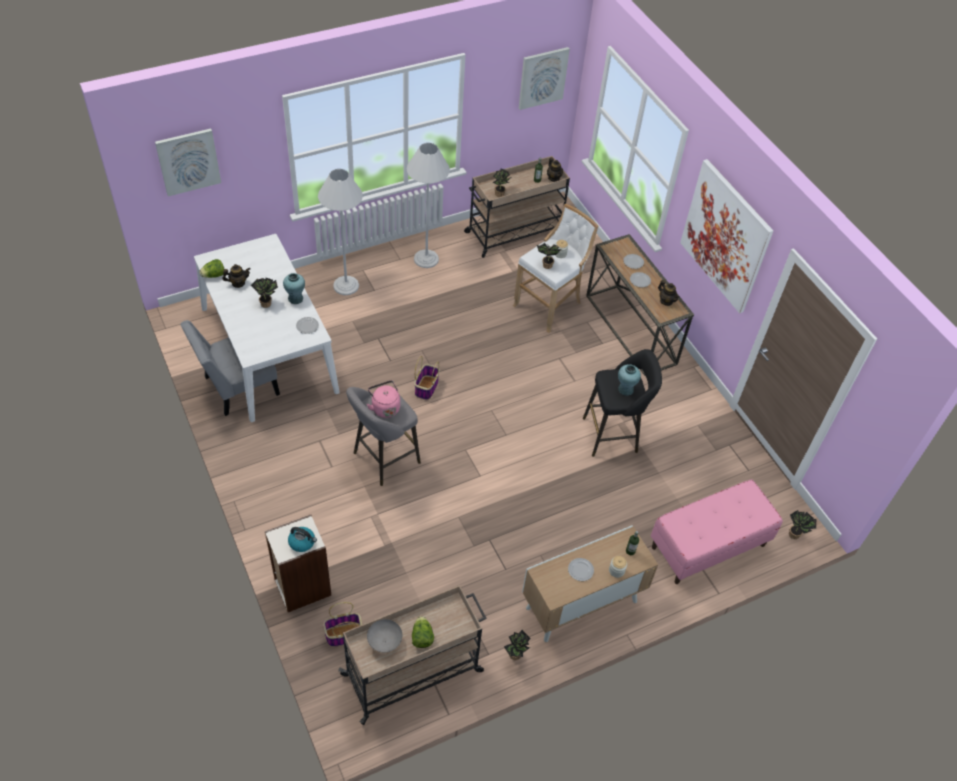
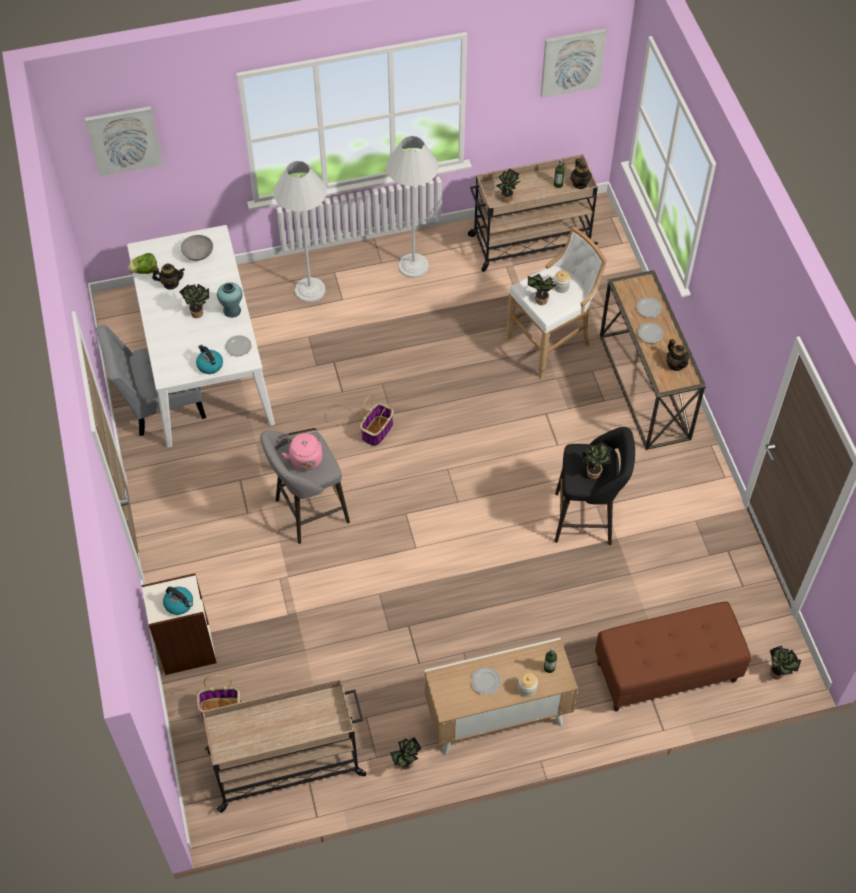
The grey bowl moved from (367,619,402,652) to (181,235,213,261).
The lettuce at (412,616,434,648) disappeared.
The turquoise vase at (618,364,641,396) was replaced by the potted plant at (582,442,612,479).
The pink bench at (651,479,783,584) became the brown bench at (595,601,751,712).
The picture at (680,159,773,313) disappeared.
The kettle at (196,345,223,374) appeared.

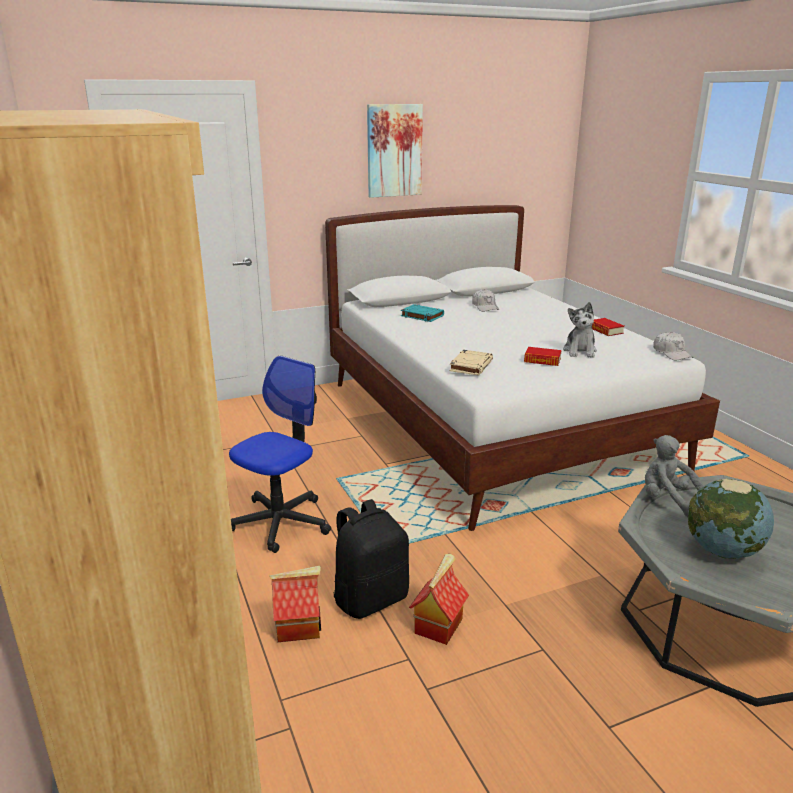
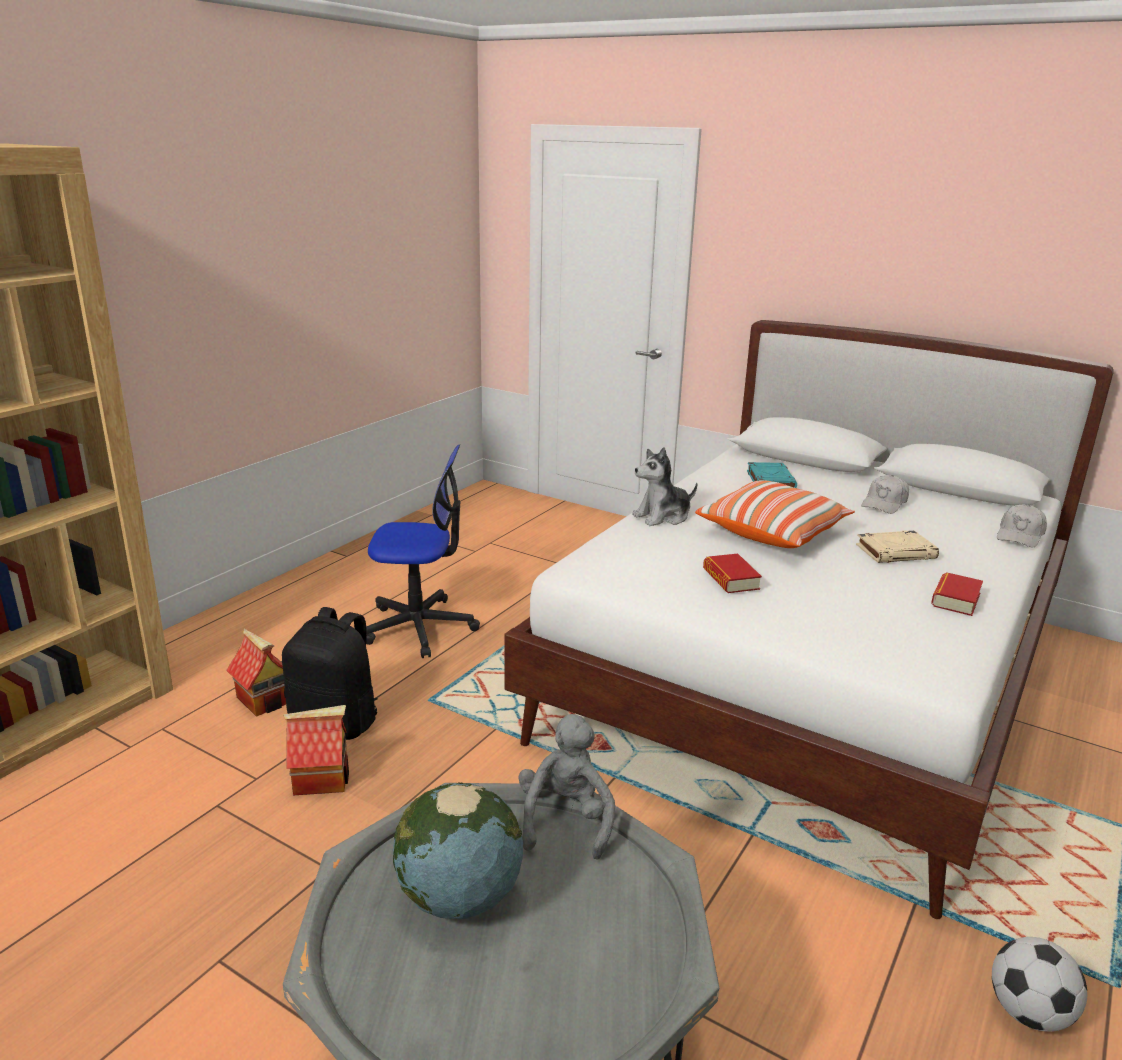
The picture at (367,104,423,198) disappeared.
The beige book moved from (449,350,493,375) to (856,530,939,563).
The plush toy moved from (563,302,597,358) to (632,447,697,526).
The white cap moved from (653,332,693,361) to (997,505,1047,548).
The pillow at (695,480,855,548) appeared.
The football at (992,937,1087,1032) appeared.

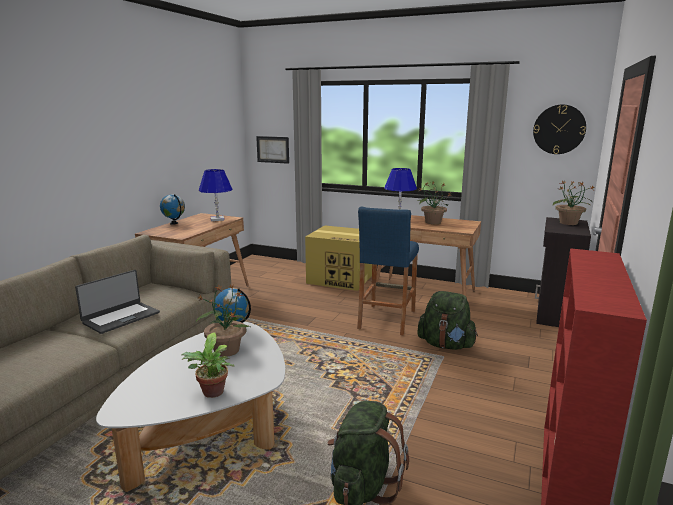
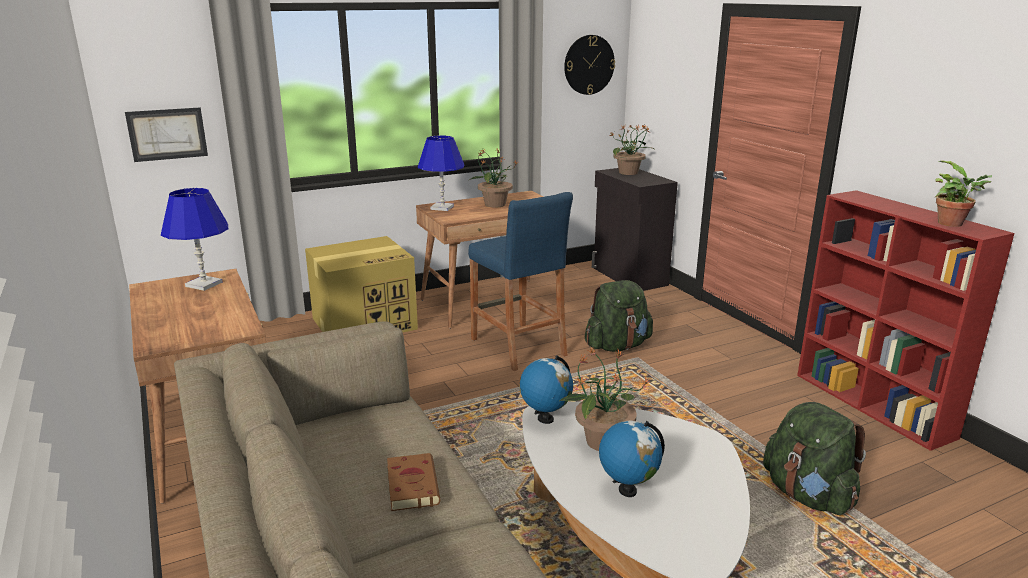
The laptop at (75,270,160,334) was replaced by the brown book at (387,453,440,511).
The globe moved from (160,194,185,225) to (599,421,665,497).
The potted plant moved from (181,332,234,398) to (935,160,992,227).

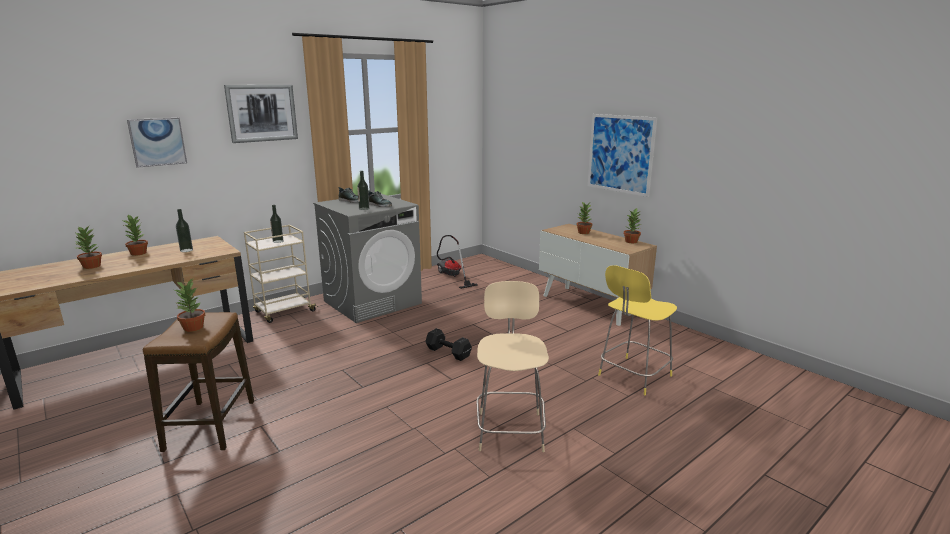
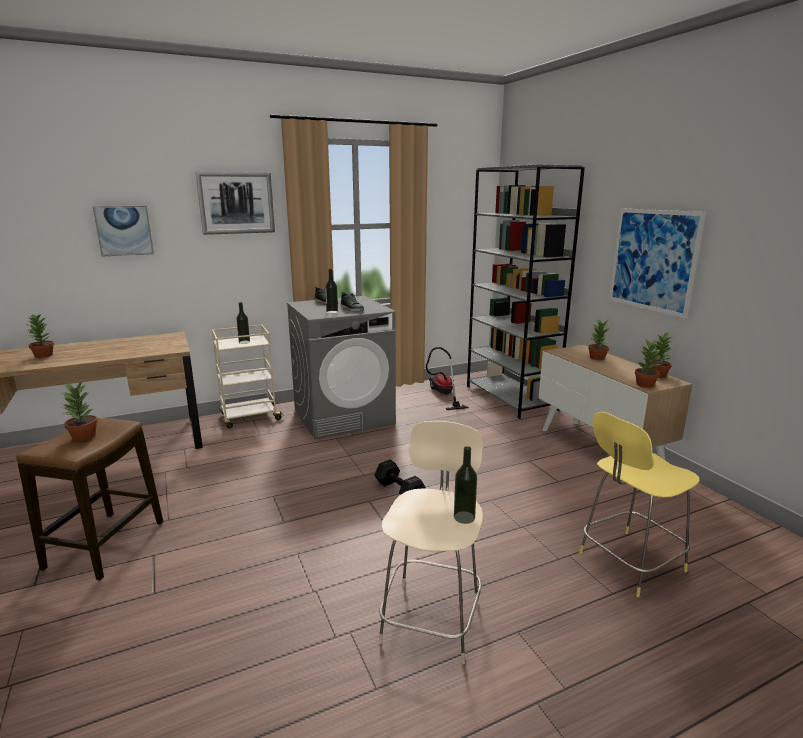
The potted plant moved from (123,214,148,256) to (635,338,661,388).
The bottle moved from (176,209,193,252) to (454,446,477,524).
The grey bookcase at (467,164,585,419) appeared.

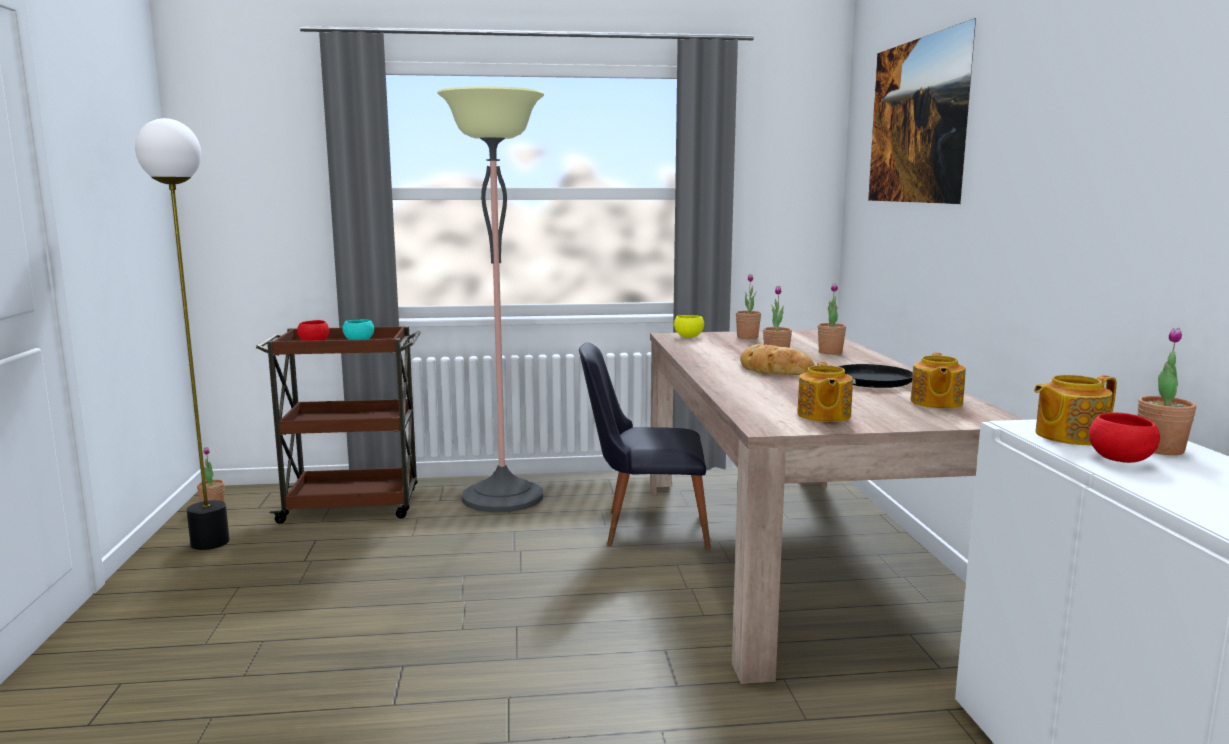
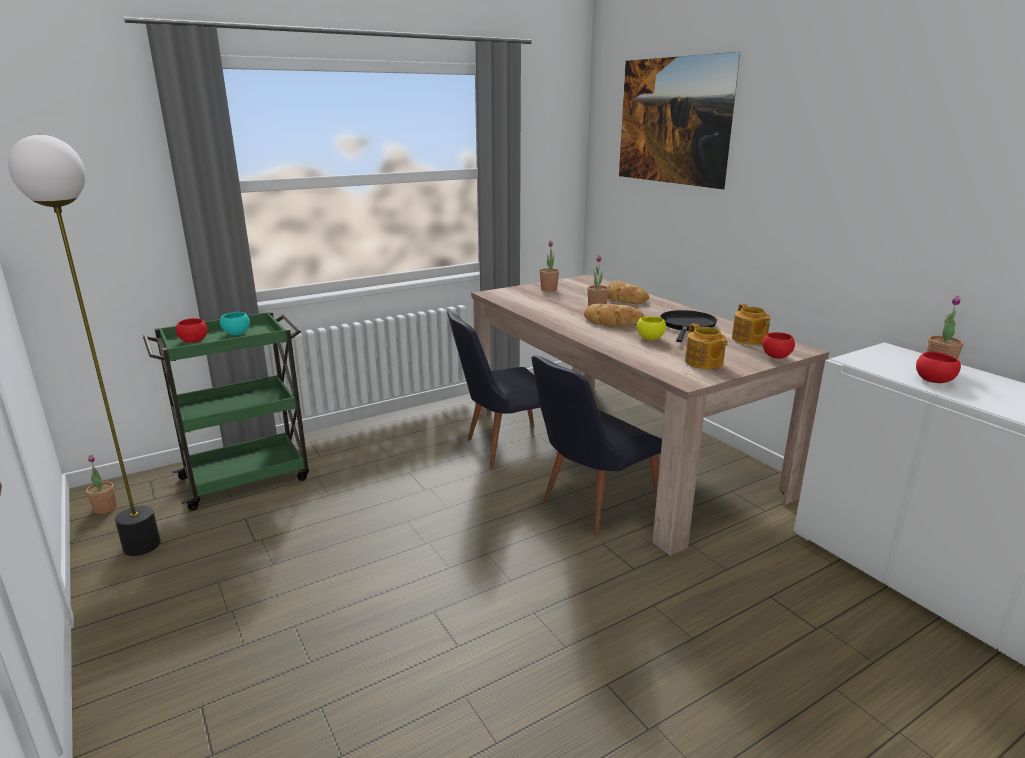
The brown cart at (256,326,421,524) became the green cart at (143,311,309,511).
The floor lamp at (437,86,544,513) disappeared.
The yellow bowl moved from (674,315,704,338) to (637,316,666,340).
The potted plant at (818,283,846,355) was replaced by the bread at (607,281,649,304).
The teapot at (1034,375,1117,445) disappeared.
The black chair at (531,355,662,537) appeared.
The red bowl at (762,332,795,359) appeared.

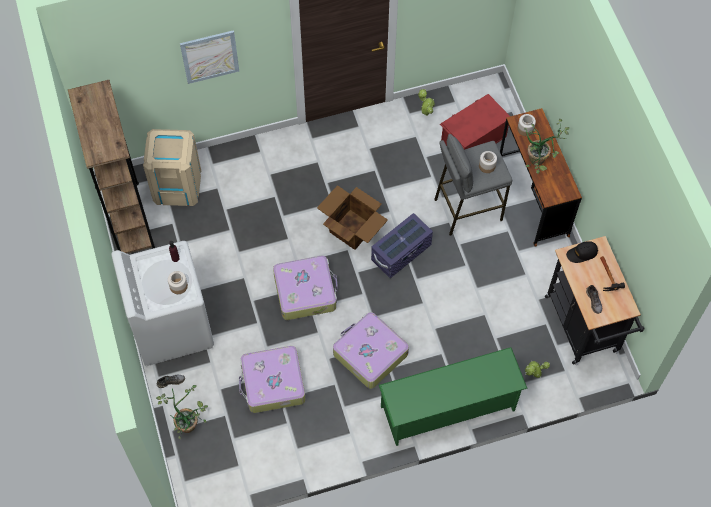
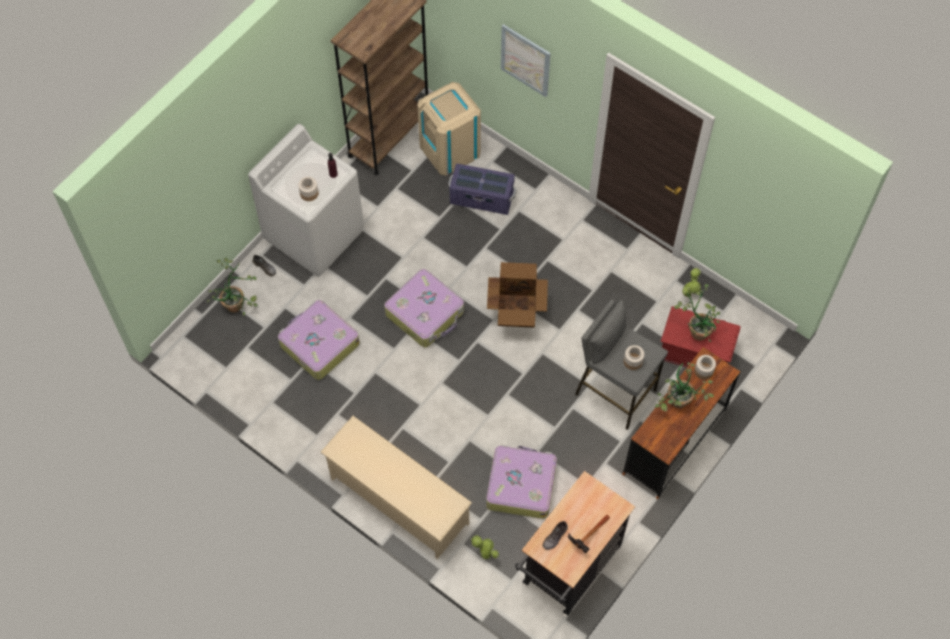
The suitcase moved from (333,312,409,389) to (486,445,557,519).
The purple storage box moved from (371,213,433,278) to (448,163,516,215).
The green shoe rack at (379,347,527,446) became the beige shoe rack at (320,416,472,559).
The black cap at (566,241,598,263) disappeared.
The potted plant at (674,284,721,342) appeared.

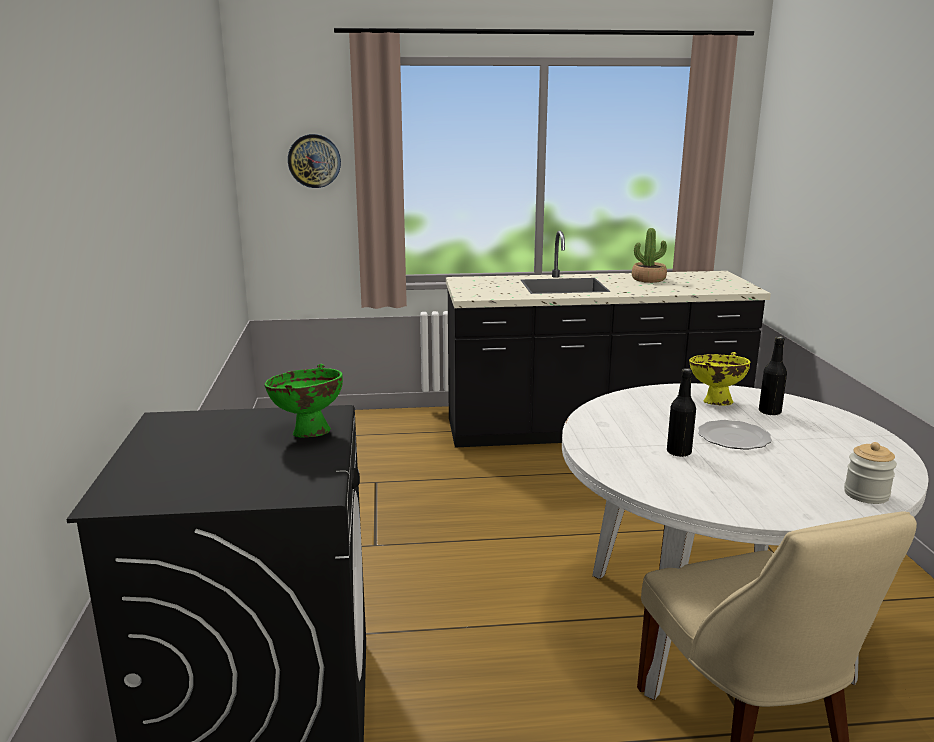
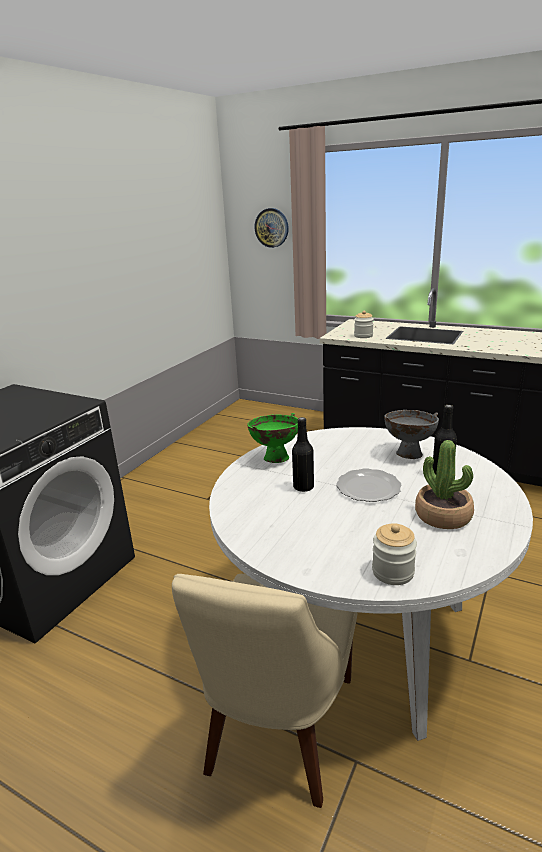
The green bowl moved from (264,364,343,438) to (247,413,298,463).
The potted plant moved from (632,228,667,283) to (415,440,474,529).
The yellow bowl at (689,352,750,406) became the grey bowl at (384,410,439,459).
The jar at (354,310,374,338) appeared.

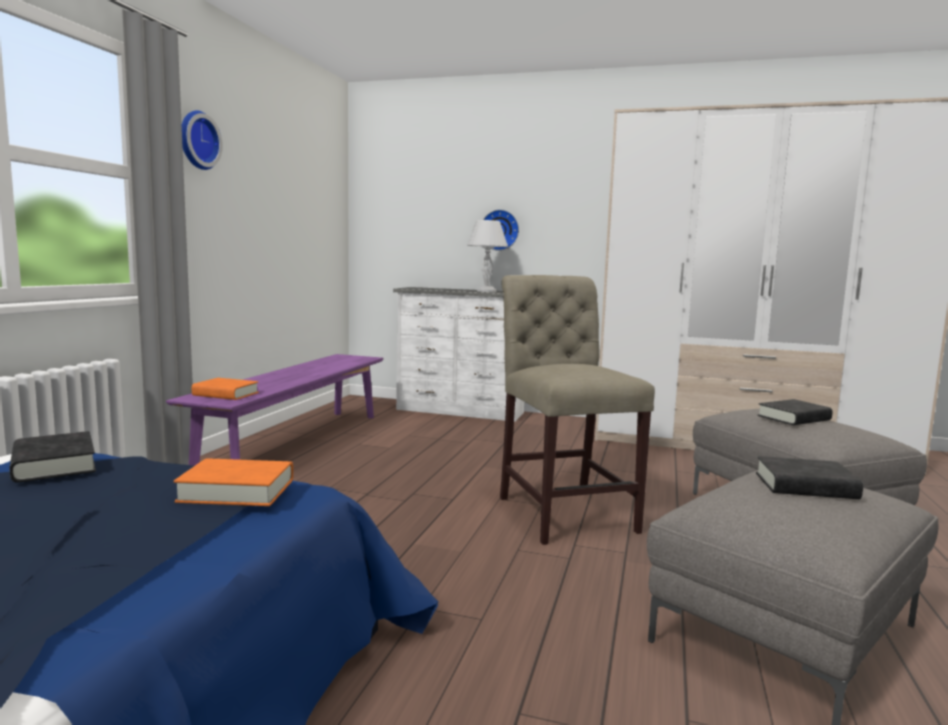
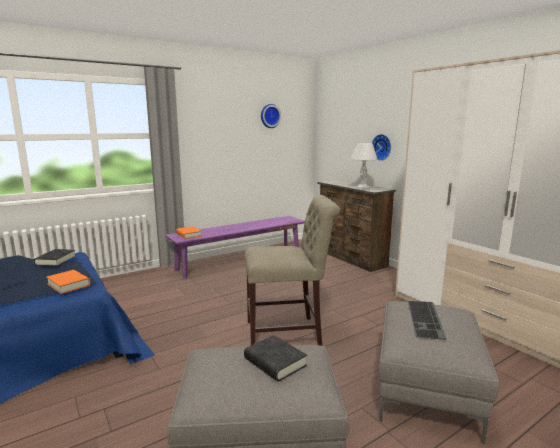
The wall clock moved from (182,111,223,170) to (261,104,281,128).
The white dresser at (393,287,524,422) became the brown dresser at (318,180,396,272).
The beige chair at (500,275,655,545) turned 60 degrees clockwise.
The black book at (758,399,833,425) was replaced by the keyboard at (408,301,447,340).

